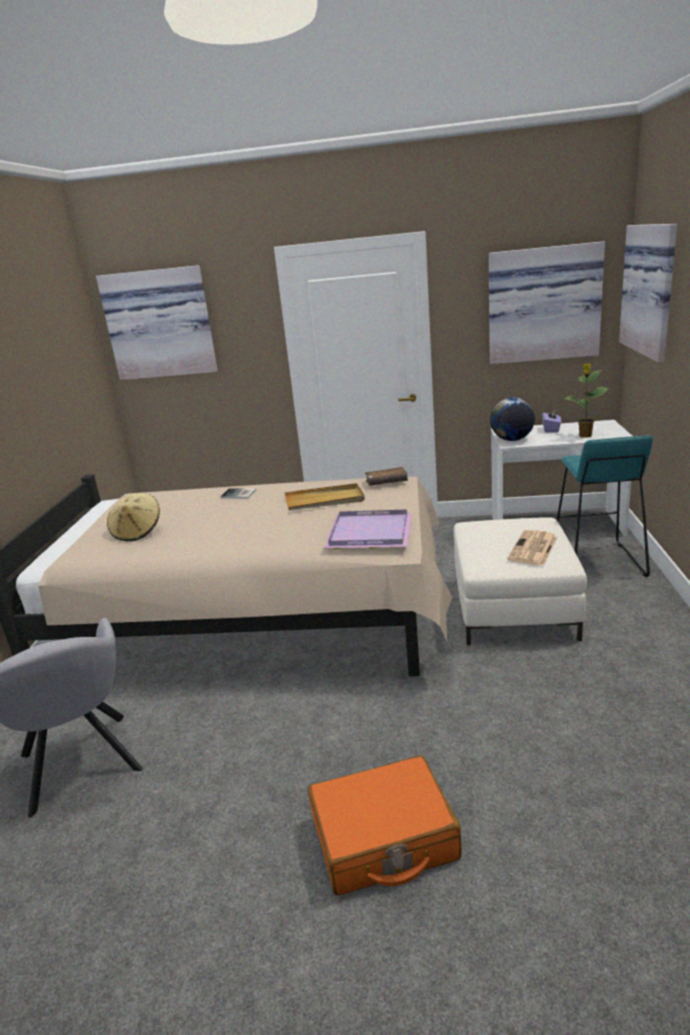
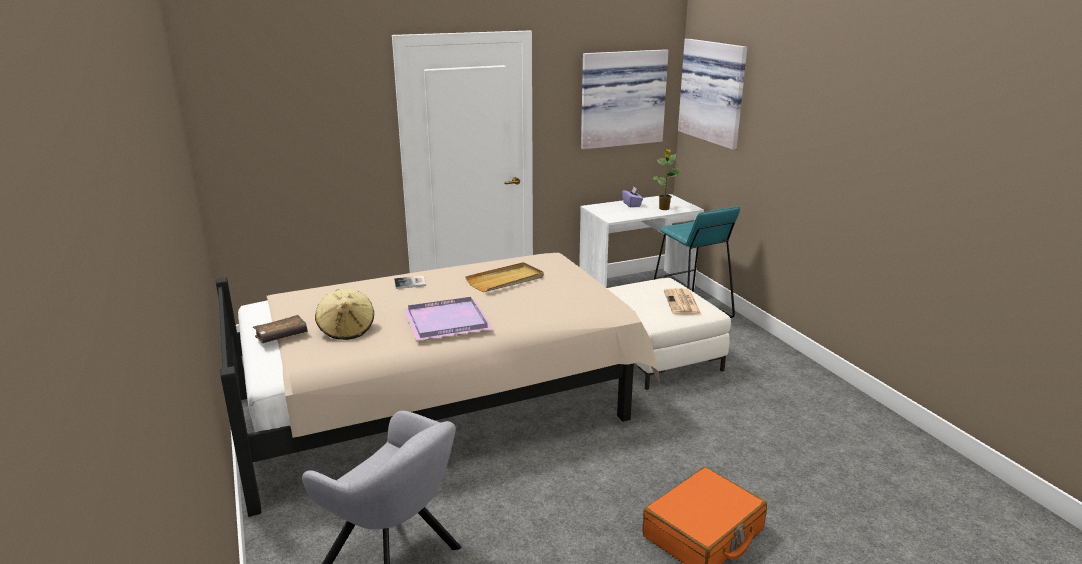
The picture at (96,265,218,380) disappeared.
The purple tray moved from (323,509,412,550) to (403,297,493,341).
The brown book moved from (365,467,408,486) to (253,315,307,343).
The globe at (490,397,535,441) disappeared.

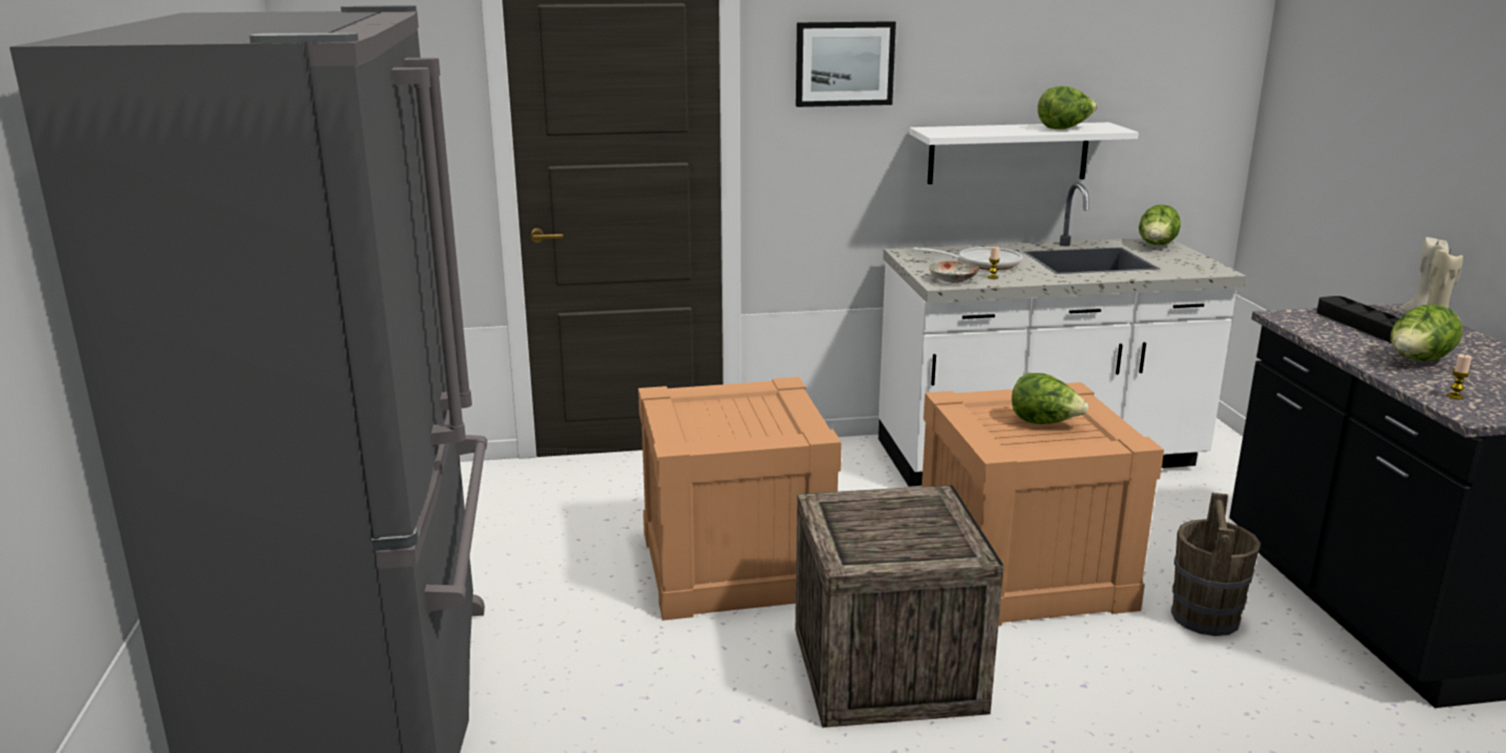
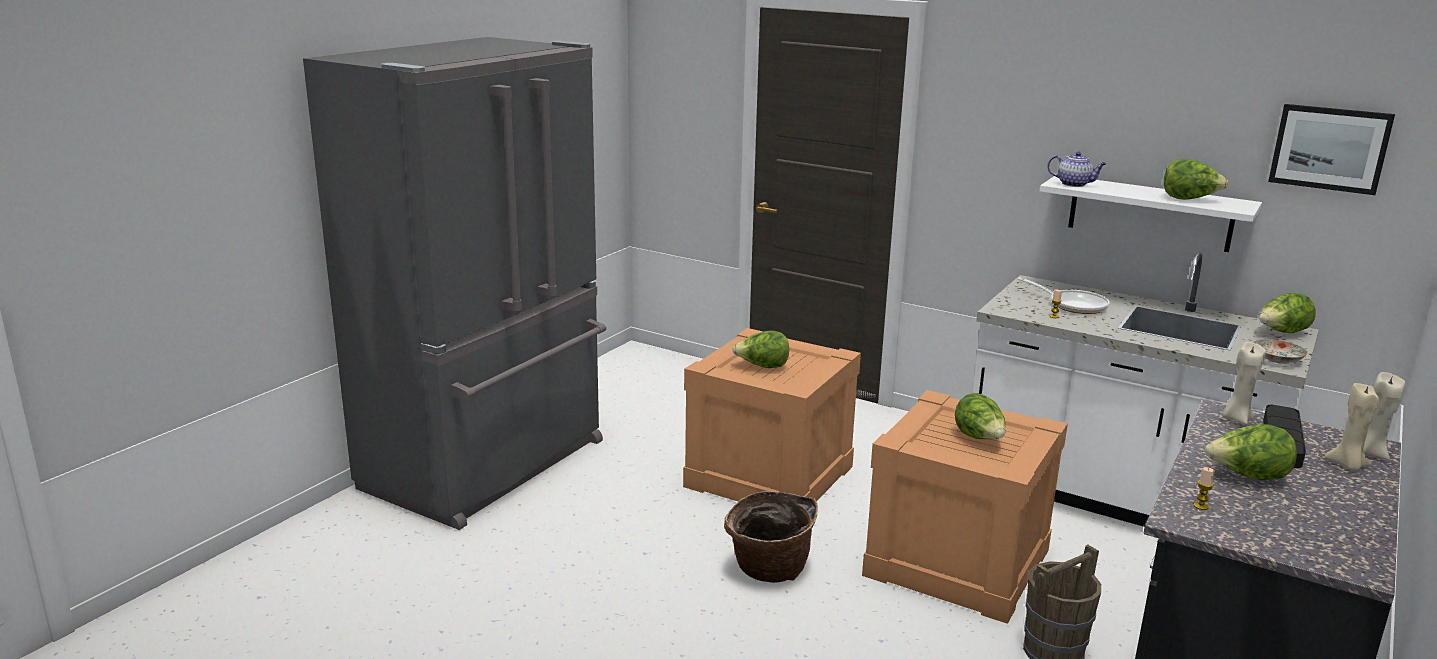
The crate at (795,485,1004,728) was replaced by the basket at (724,491,818,583).
The picture moved from (796,21,896,107) to (1268,104,1395,195).
The plate moved from (928,261,979,283) to (1253,339,1308,364).
The lettuce at (732,331,789,368) appeared.
The teapot at (1047,152,1106,187) appeared.
The beige candle at (1222,342,1266,425) appeared.

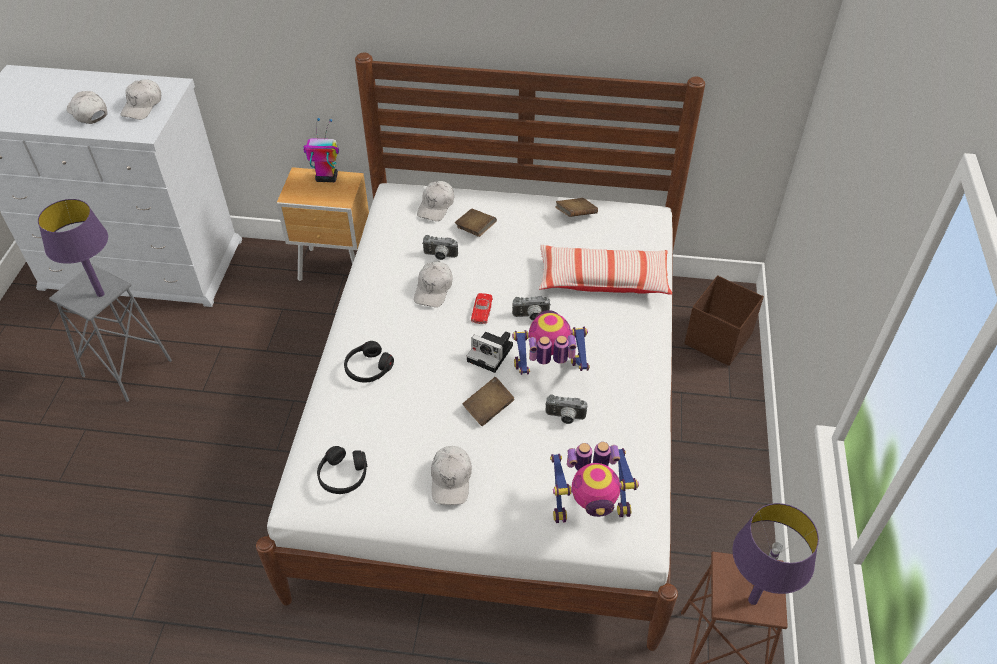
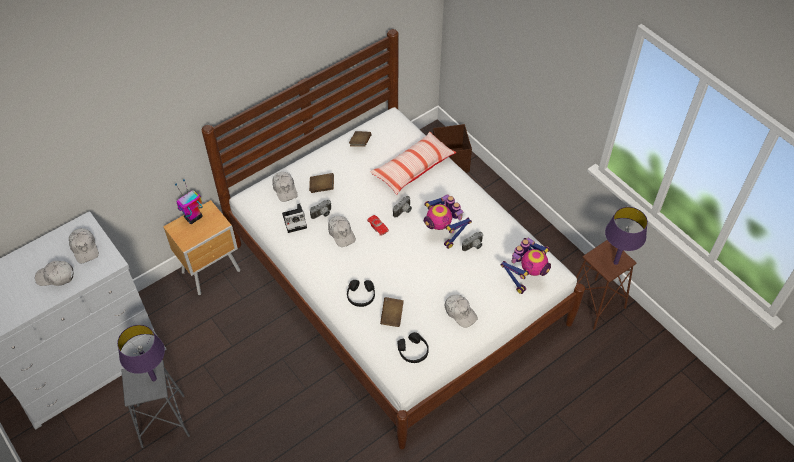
The brown book moved from (462,377,515,426) to (380,297,404,327).
The photo camera moved from (467,331,513,373) to (282,203,307,233).
The toy robot at (512,310,590,375) turned 75 degrees counterclockwise.

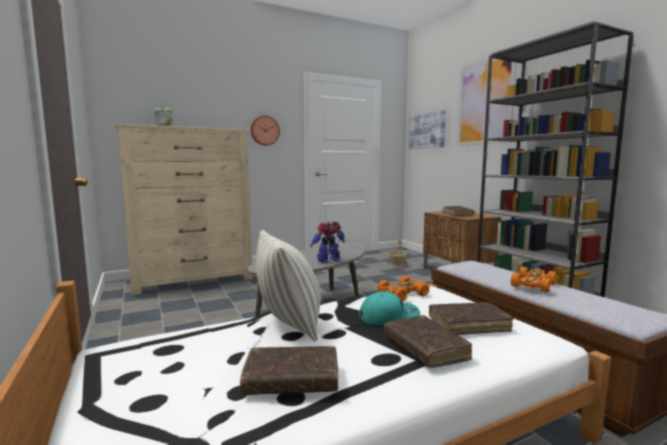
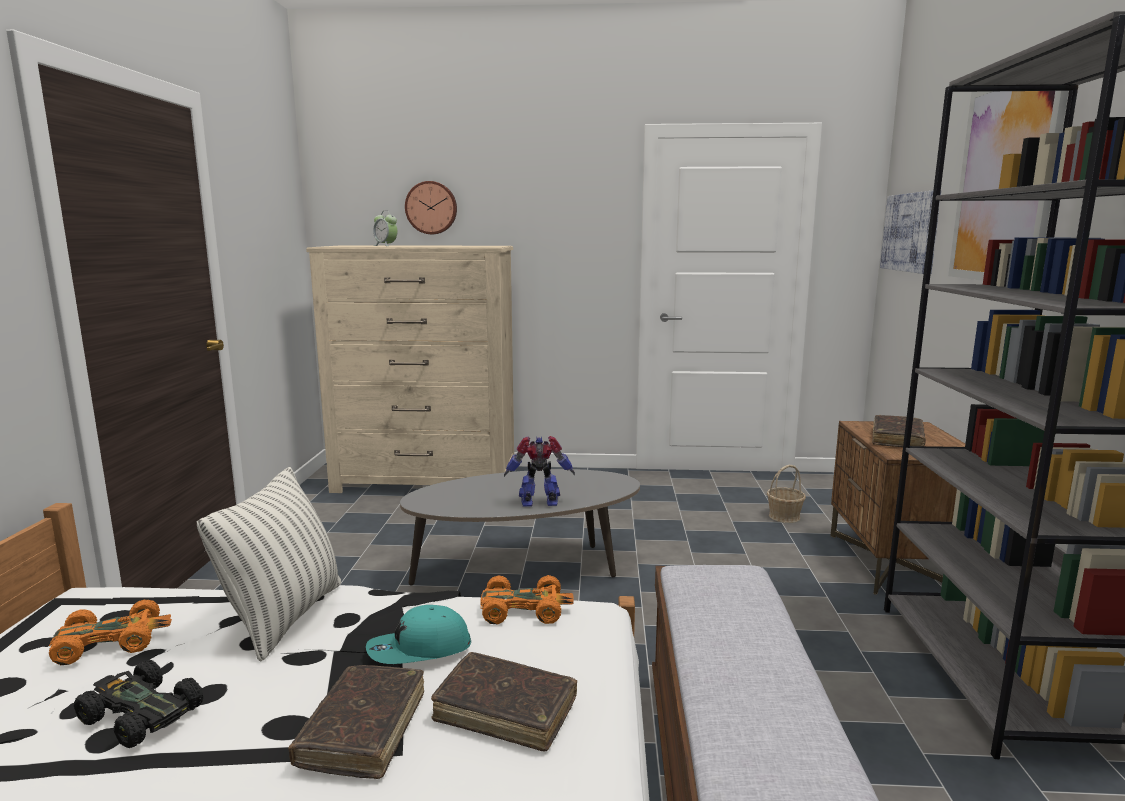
The brown book at (240,346,338,395) was replaced by the black toy car at (74,660,203,748).
The wall clock moved from (251,116,280,146) to (405,181,457,234).
The turquoise cap at (359,292,421,325) turned 135 degrees clockwise.
The orange toy car moved from (511,266,556,293) to (49,599,171,665).

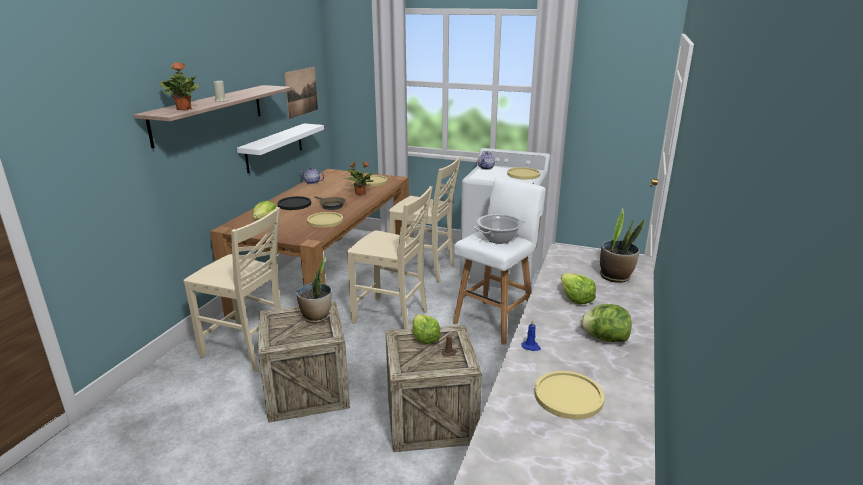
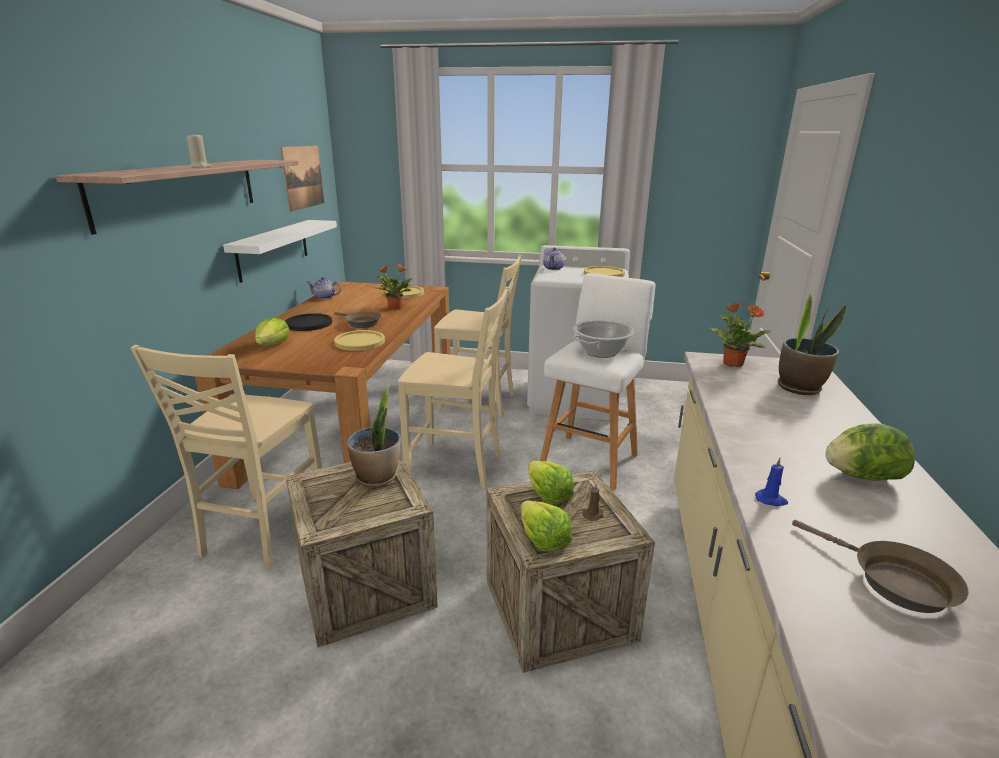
The potted plant moved from (159,62,200,110) to (709,303,772,367).
The beige chair at (183,207,281,372) turned 90 degrees clockwise.
The yellow plate at (534,371,604,420) was replaced by the brown frying pan at (792,520,969,613).
The lettuce moved from (561,273,596,304) to (521,501,572,552).

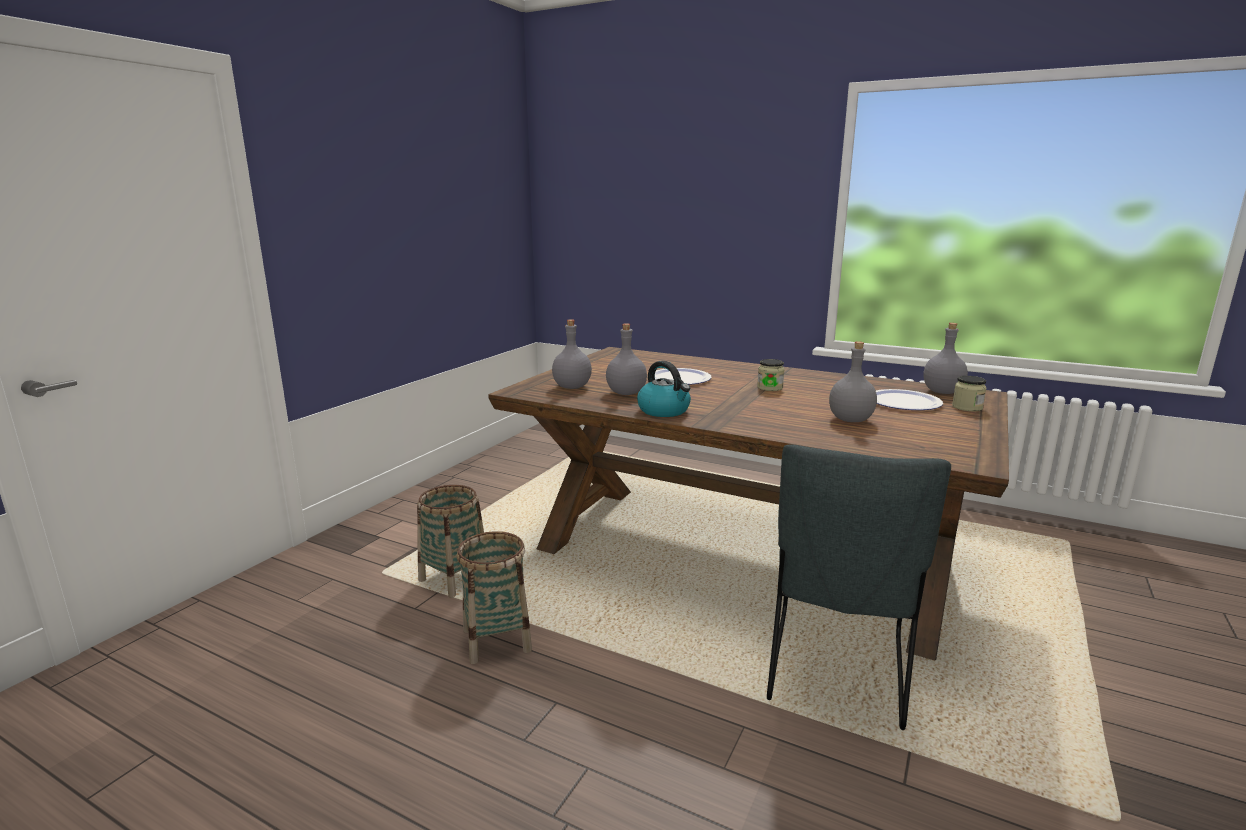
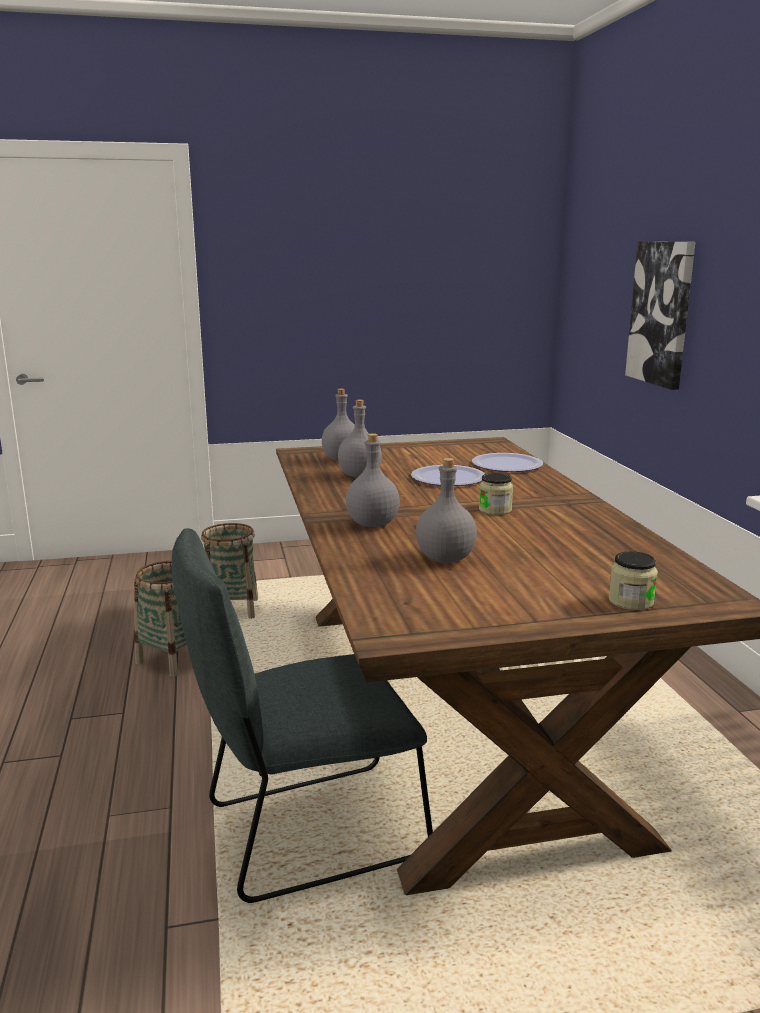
The kettle at (637,361,691,417) disappeared.
The plate moved from (876,389,943,410) to (472,453,543,472).
The grey bottle moved from (923,323,968,394) to (346,433,400,527).
The picture at (625,242,695,390) appeared.

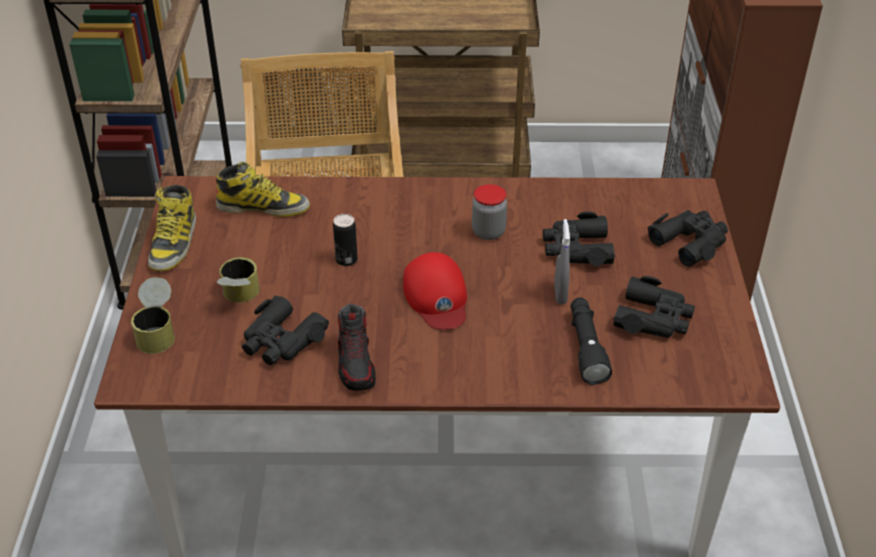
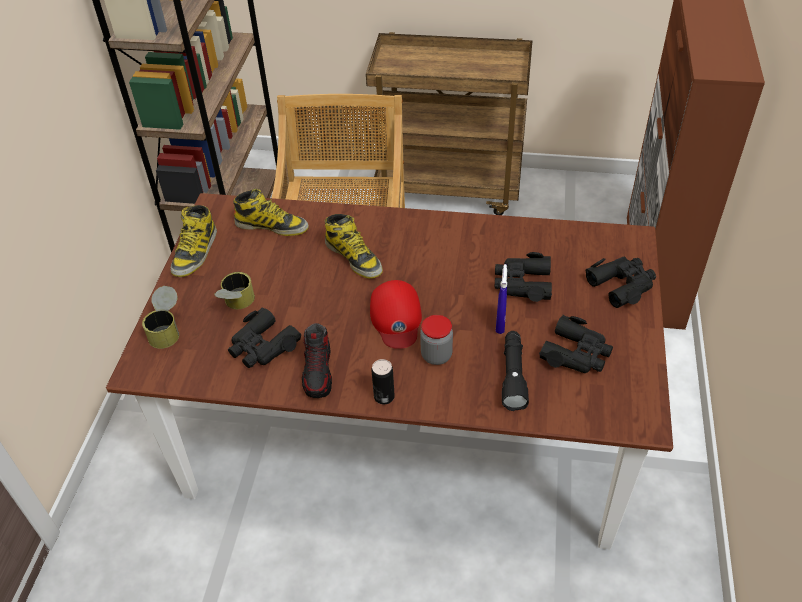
The can moved from (333,214,358,266) to (371,359,395,405).
The jar moved from (472,184,507,240) to (420,315,453,365).
The grey spray bottle at (554,219,570,304) became the blue spray bottle at (496,264,507,334).
The boot at (325,214,383,279) appeared.

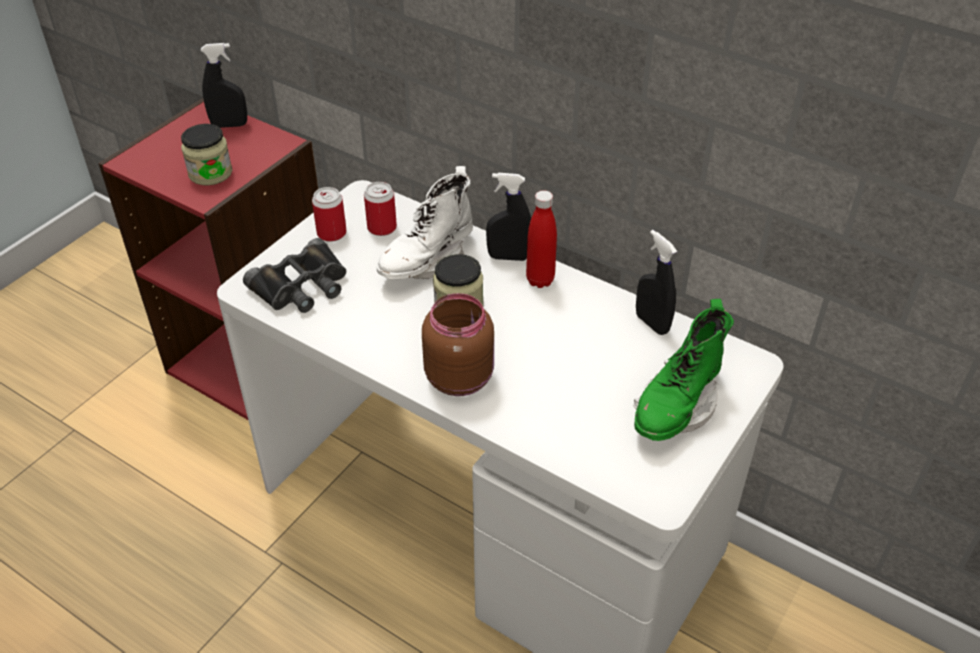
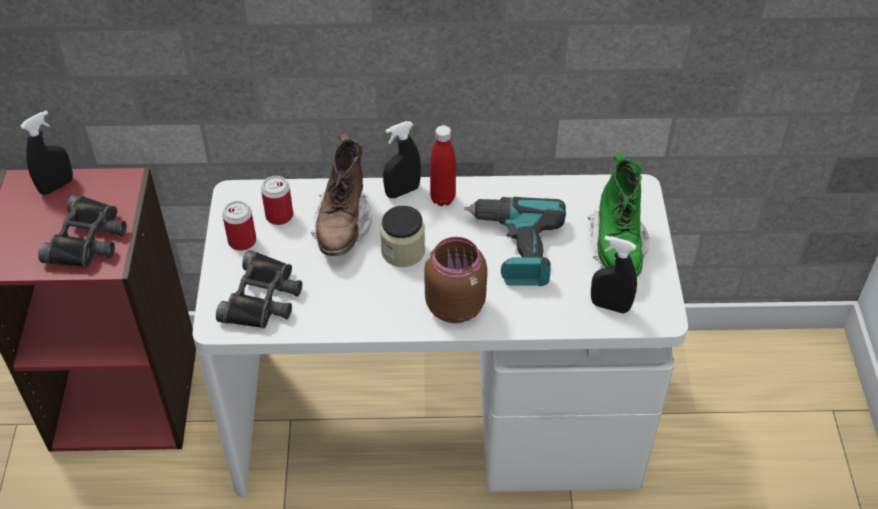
The jar at (181,124,232,185) was replaced by the black binoculars at (38,194,126,267).
The white boot at (376,166,473,279) became the brown boot at (311,133,372,256).
The black spray bottle moved from (636,230,677,335) to (591,236,637,314).
The power drill at (464,197,566,286) appeared.

